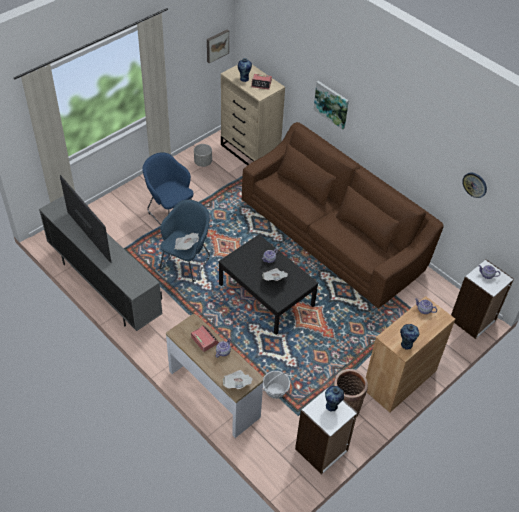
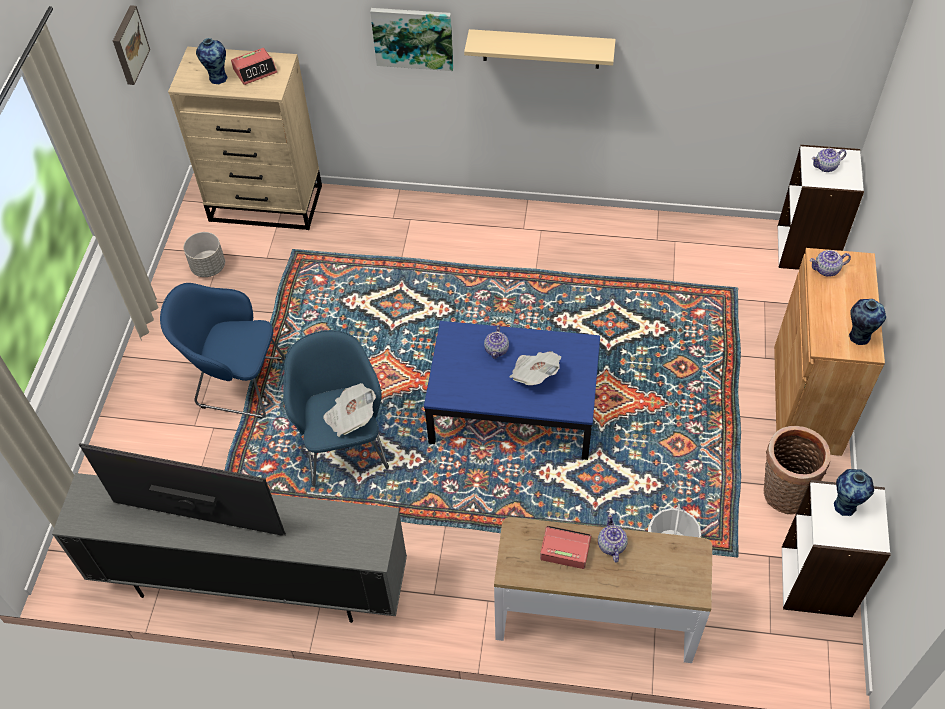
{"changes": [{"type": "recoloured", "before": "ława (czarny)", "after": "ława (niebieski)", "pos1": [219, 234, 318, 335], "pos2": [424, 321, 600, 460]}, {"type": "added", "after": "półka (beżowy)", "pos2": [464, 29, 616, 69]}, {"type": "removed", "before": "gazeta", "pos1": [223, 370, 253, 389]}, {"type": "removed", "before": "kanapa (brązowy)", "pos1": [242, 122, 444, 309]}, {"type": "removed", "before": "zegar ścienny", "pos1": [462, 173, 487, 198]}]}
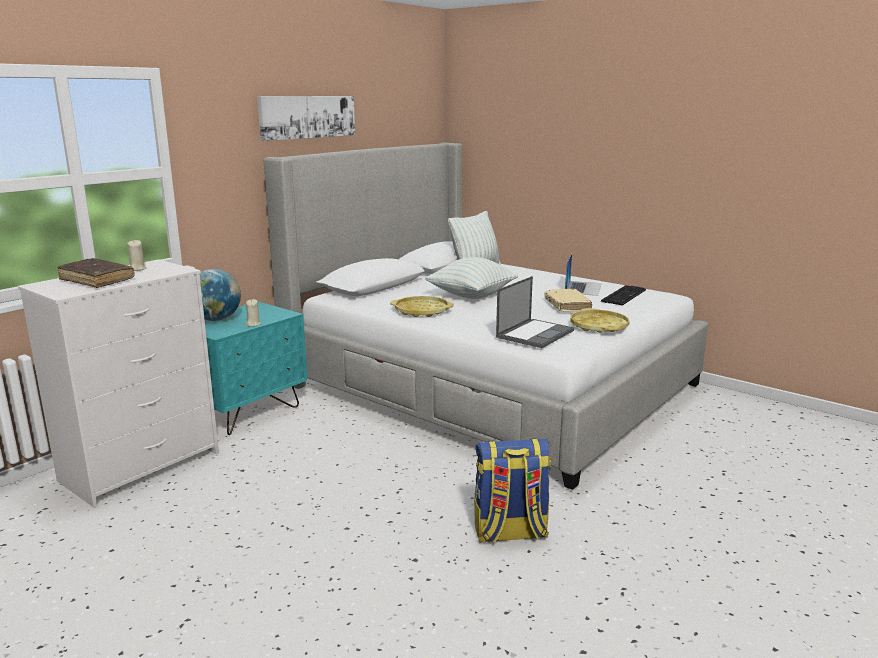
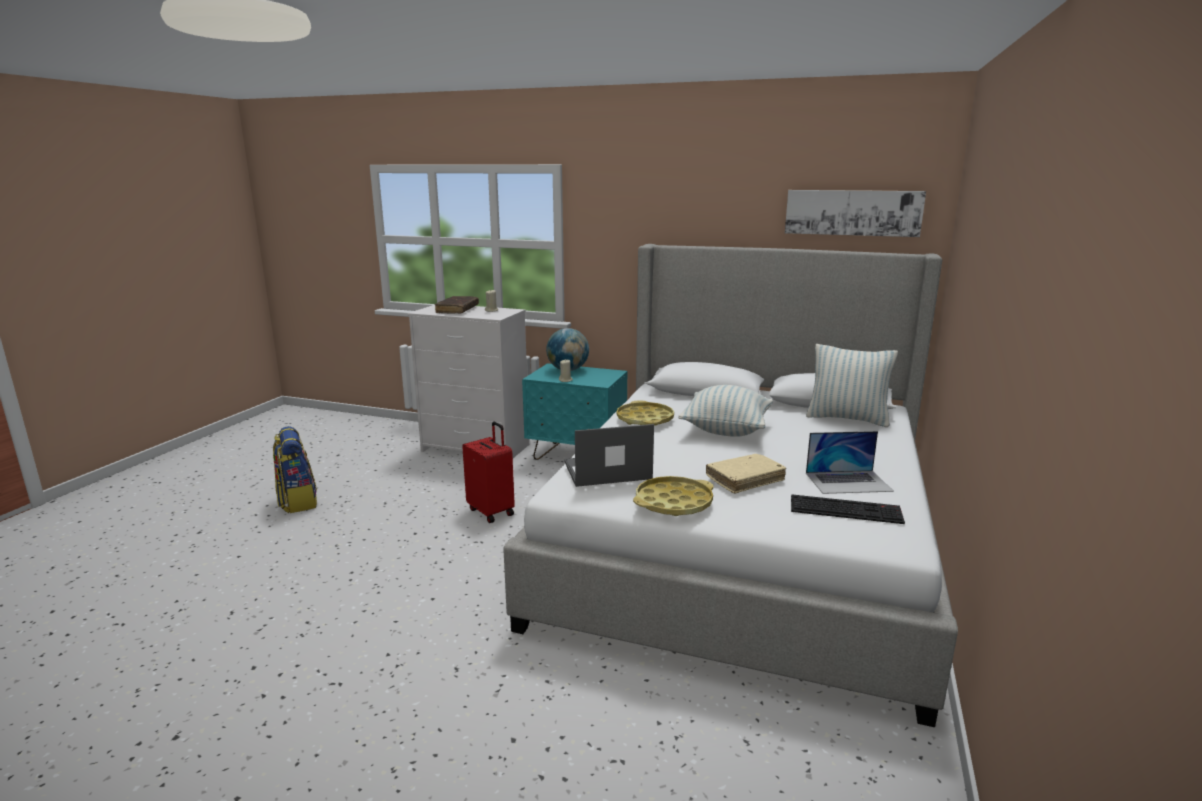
{"changes": [{"type": "moved", "before": "plecak", "pos1": [474, 438, 551, 543], "pos2": [273, 426, 317, 513]}, {"type": "added", "after": "walizka (czerwony)", "pos2": [462, 422, 515, 523]}, {"type": "turned", "before": "laptop", "pos1": [496, 276, 574, 348], "pos2": [565, 424, 654, 487], "turn": 150}, {"type": "moved", "before": "obraz", "pos1": [257, 96, 355, 141], "pos2": [785, 190, 926, 237]}]}
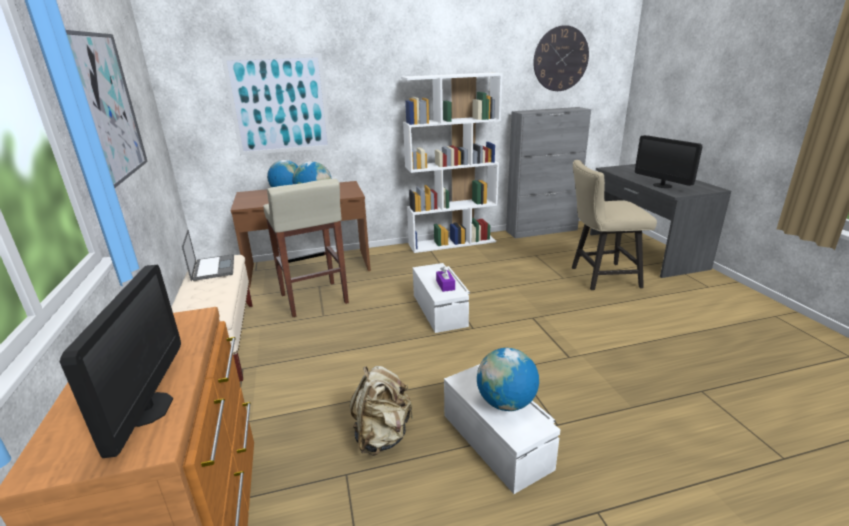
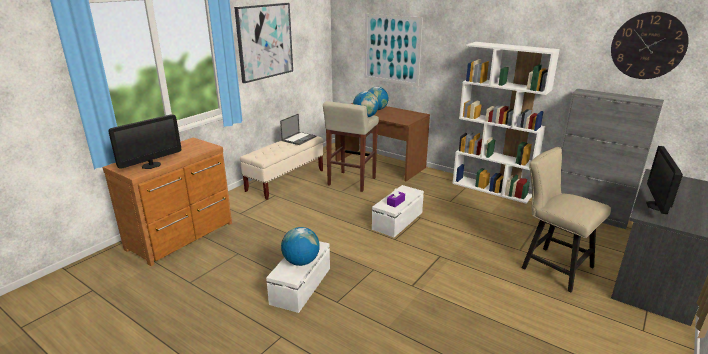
{"changes": [{"type": "removed", "before": "plecak (beżowy)", "pos1": [350, 366, 413, 456]}]}
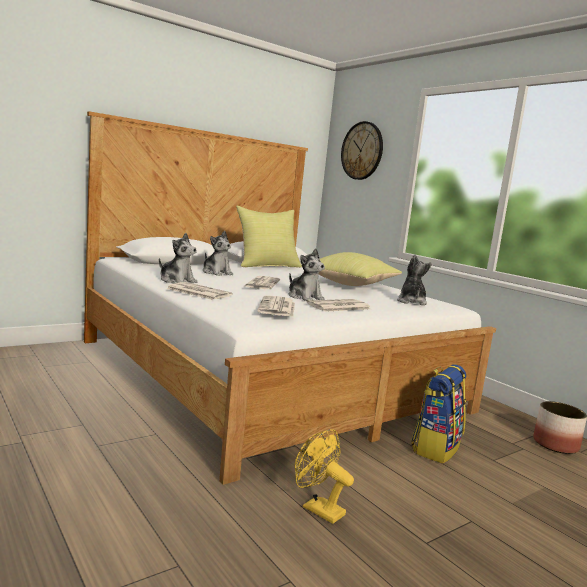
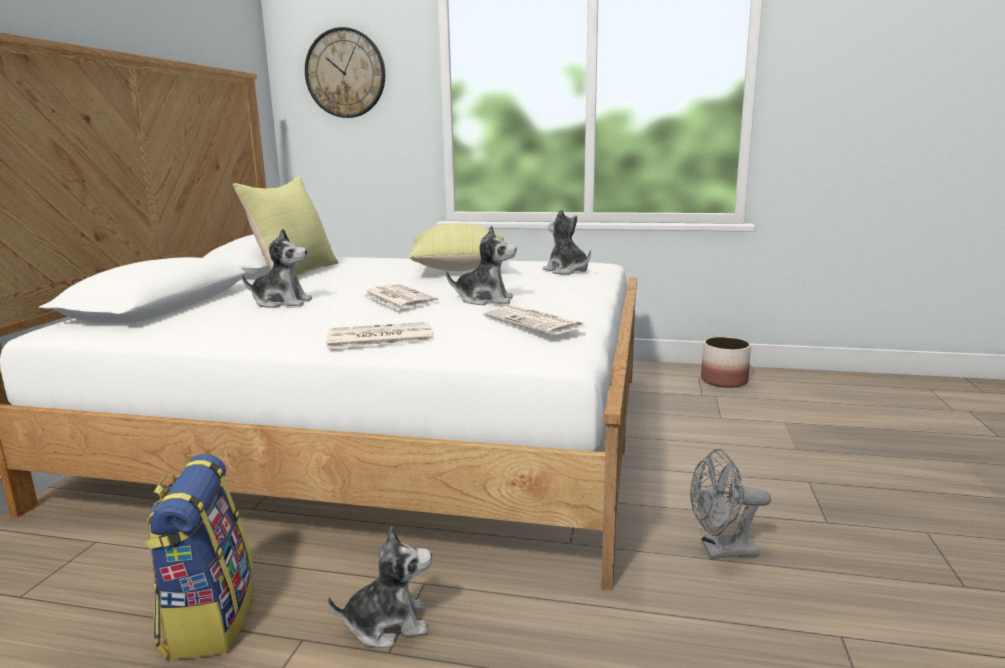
{"changes": [{"type": "moved", "before": "plecak", "pos1": [411, 365, 466, 464], "pos2": [144, 454, 253, 660]}, {"type": "moved", "before": "pluszak", "pos1": [159, 233, 198, 283], "pos2": [327, 526, 432, 648]}, {"type": "recoloured", "before": "wentylator (żółty)", "after": "wentylator (szary)", "pos1": [295, 429, 354, 524], "pos2": [690, 449, 771, 558]}, {"type": "removed", "before": "gazeta", "pos1": [306, 299, 371, 312]}]}
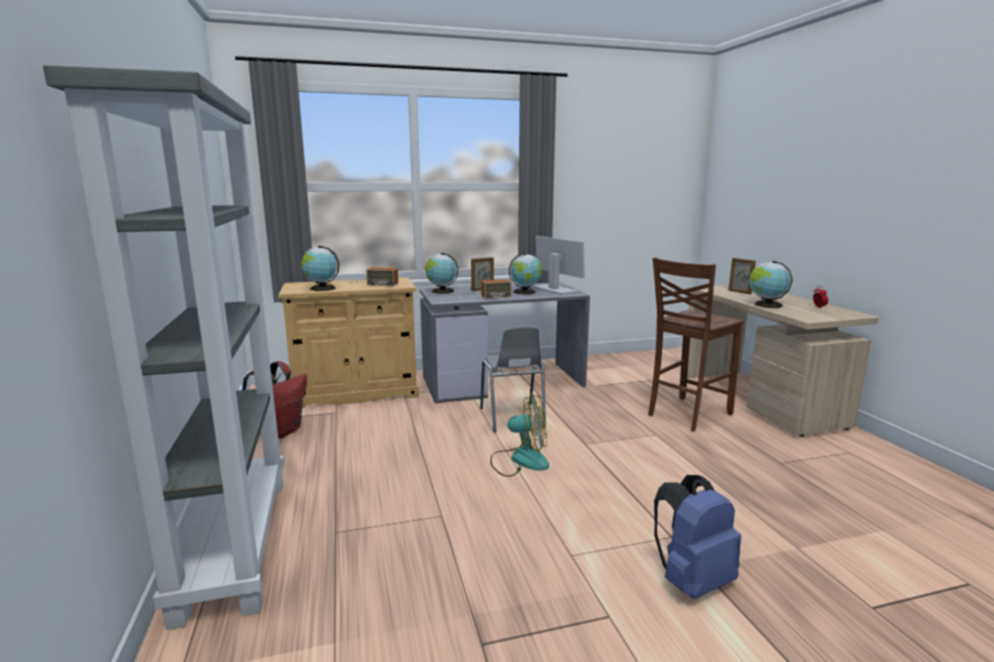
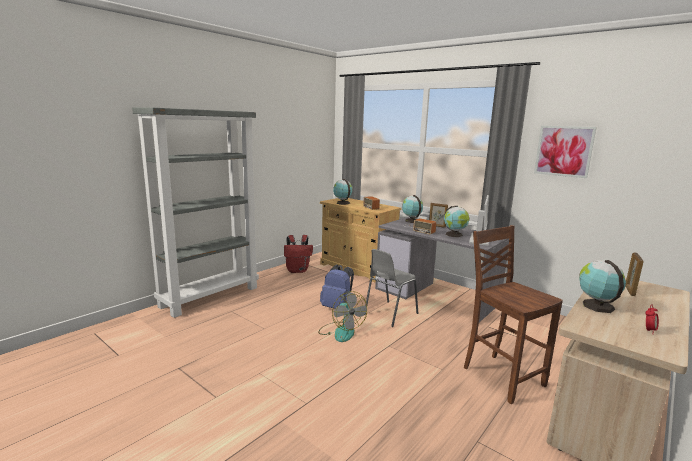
{"changes": [{"type": "moved", "before": "plecak (niebieski)", "pos1": [654, 475, 741, 599], "pos2": [320, 265, 354, 309]}, {"type": "turned", "before": "krzesło (brązowy)", "pos1": [648, 257, 744, 432], "pos2": [464, 225, 563, 404], "turn": 45}, {"type": "added", "after": "obraz", "pos2": [534, 126, 597, 178]}]}
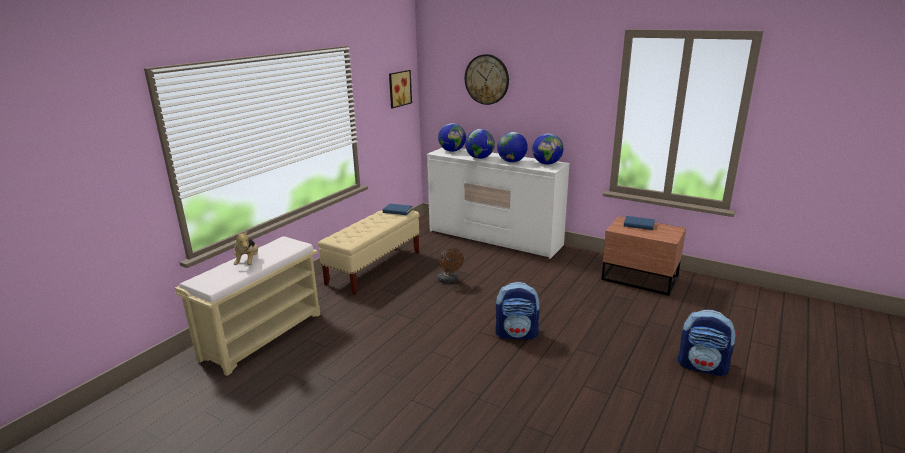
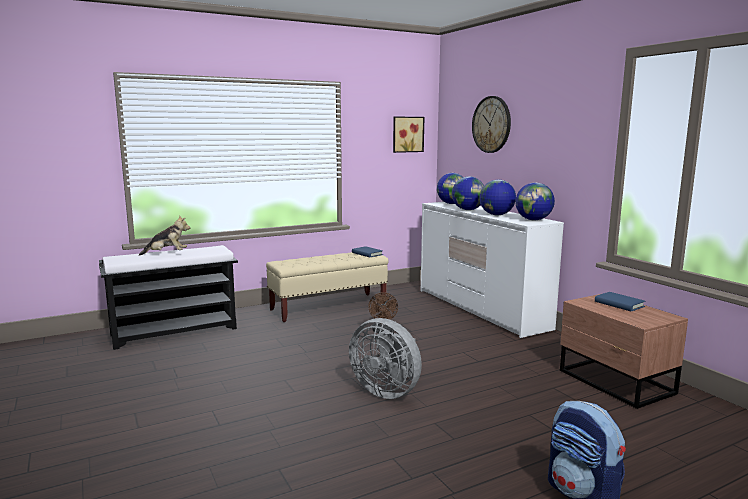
{"changes": [{"type": "recoloured", "before": "ławka (beżowy)", "after": "ławka (czarny)", "pos1": [175, 236, 321, 376], "pos2": [99, 245, 238, 350]}, {"type": "turned", "before": "pluszak", "pos1": [234, 230, 258, 265], "pos2": [139, 215, 190, 256], "turn": -120}, {"type": "replaced", "before": "plecak", "after": "wentylator (szary)", "pos1": [495, 282, 541, 340], "pos2": [349, 318, 422, 399]}]}
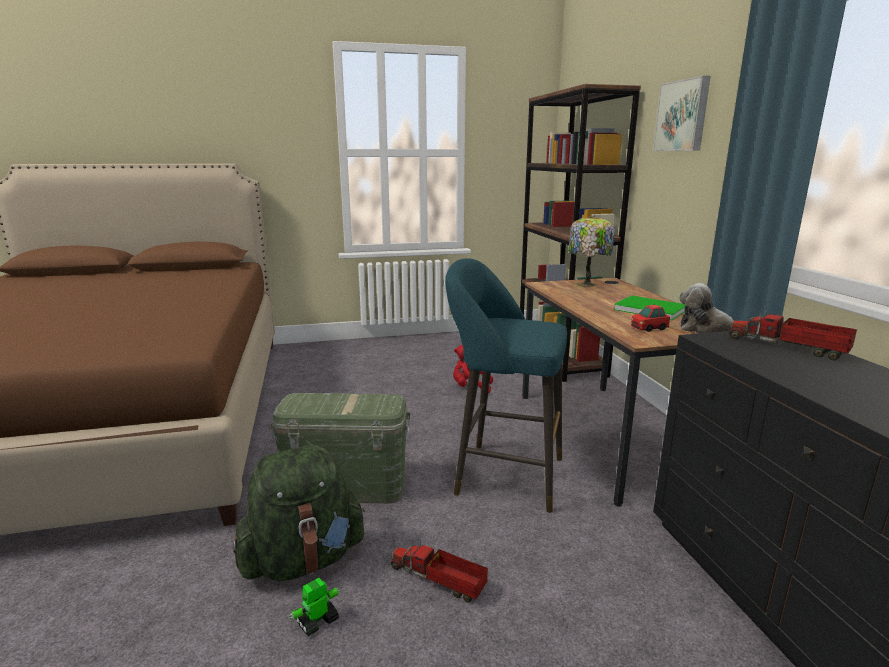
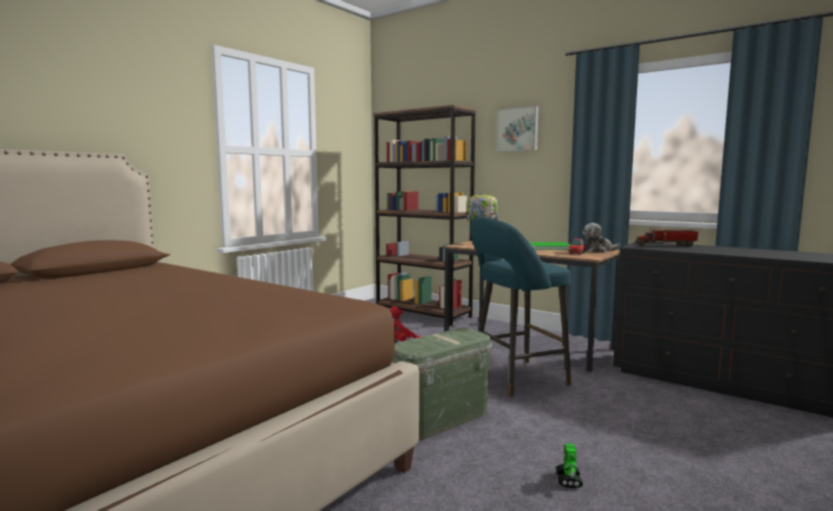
{"changes": [{"type": "removed", "before": "plecak (zielony)", "pos1": [233, 445, 365, 581]}, {"type": "removed", "before": "ciężarówka zabawkowa", "pos1": [391, 539, 488, 603]}]}
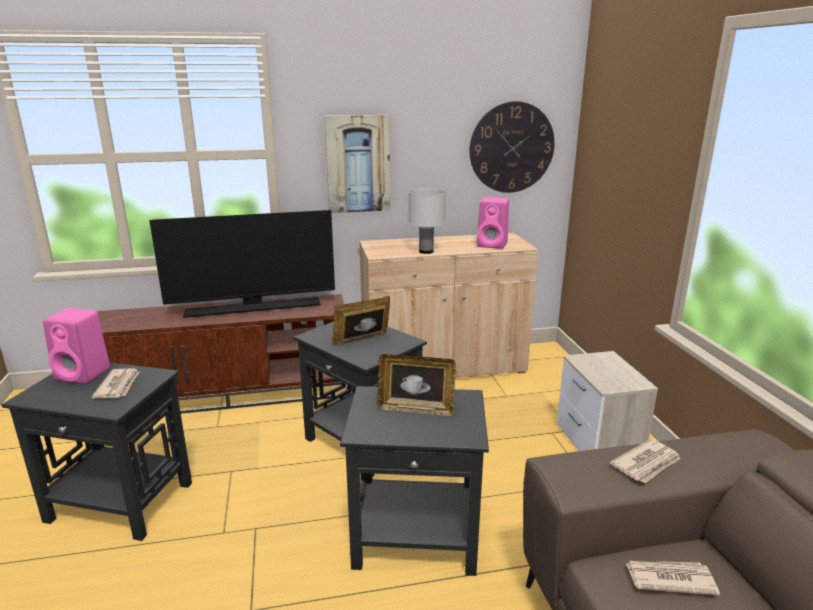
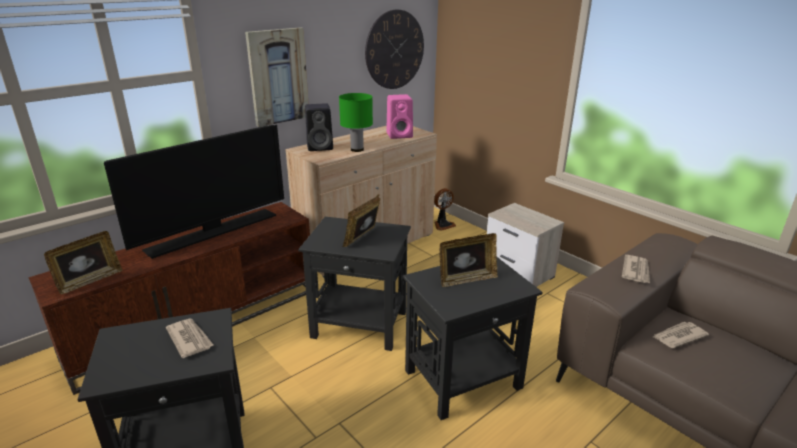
{"changes": [{"type": "added", "after": "ramka na zdjęcie", "pos2": [44, 231, 122, 294]}, {"type": "added", "after": "głośnik (czarny)", "pos2": [305, 103, 333, 151]}, {"type": "recoloured", "before": "lampa stołowa (biały)", "after": "lampa stołowa (zielony)", "pos1": [408, 188, 446, 254], "pos2": [339, 93, 373, 152]}, {"type": "added", "after": "wentylator", "pos2": [434, 188, 456, 231]}, {"type": "removed", "before": "głośnik (różowy)", "pos1": [43, 308, 110, 384]}]}
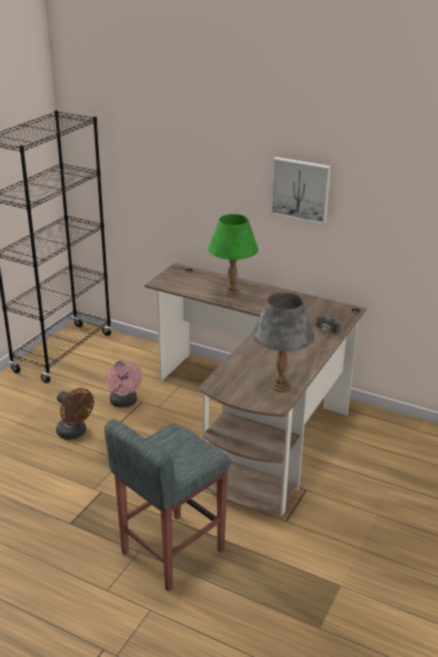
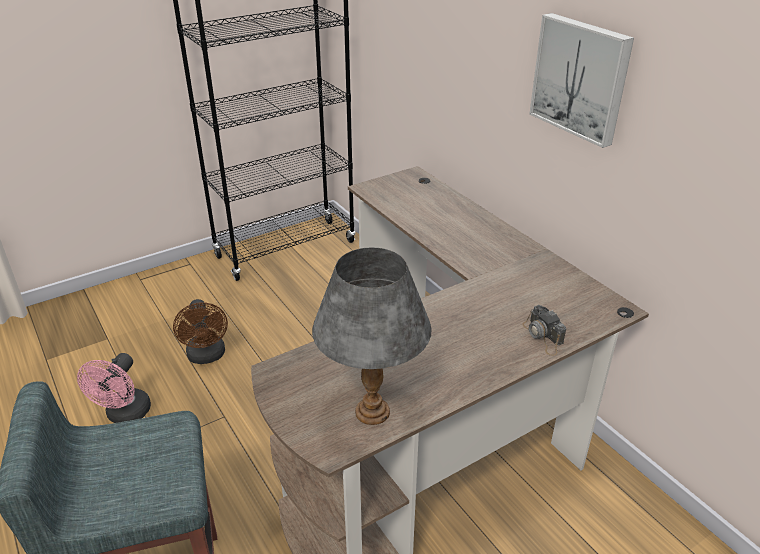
{"changes": [{"type": "moved", "before": "wentylator (różowy)", "pos1": [106, 361, 143, 408], "pos2": [77, 353, 151, 423]}, {"type": "removed", "before": "lampa stołowa (zielony)", "pos1": [208, 214, 258, 297]}]}
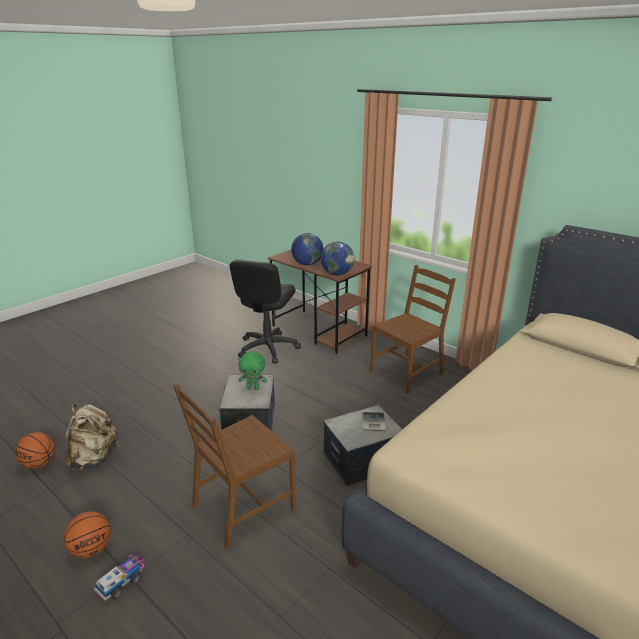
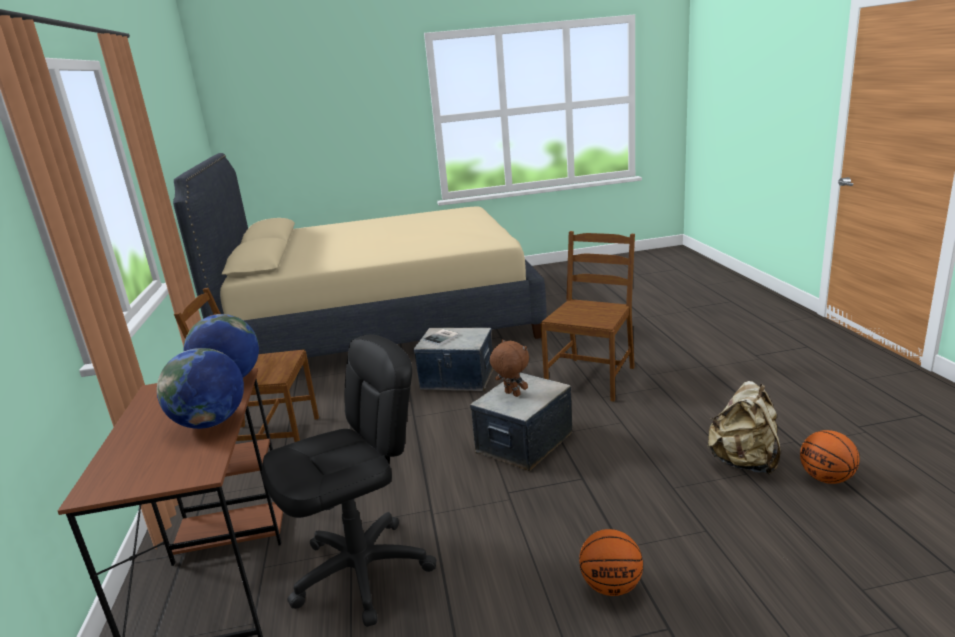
{"changes": [{"type": "recoloured", "before": "pluszak (zielony)", "after": "pluszak (brązowy)", "pos1": [238, 351, 267, 390], "pos2": [490, 339, 529, 397]}, {"type": "turned", "before": "krzesło (brązowy)", "pos1": [173, 384, 296, 549], "pos2": [541, 231, 635, 402], "turn": -60}, {"type": "moved", "before": "piłka do koszykówki", "pos1": [64, 511, 111, 558], "pos2": [579, 529, 643, 596]}, {"type": "removed", "before": "ciężarówka zabawkowa", "pos1": [94, 554, 145, 601]}]}
